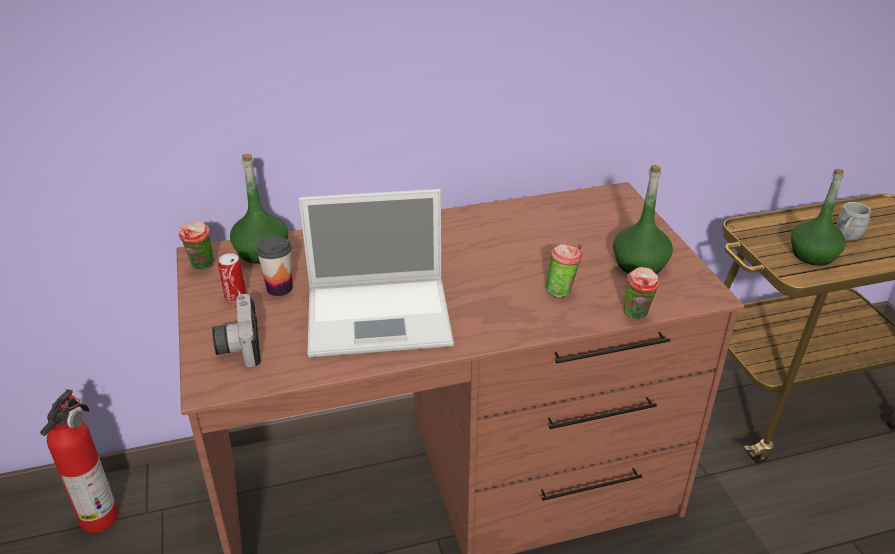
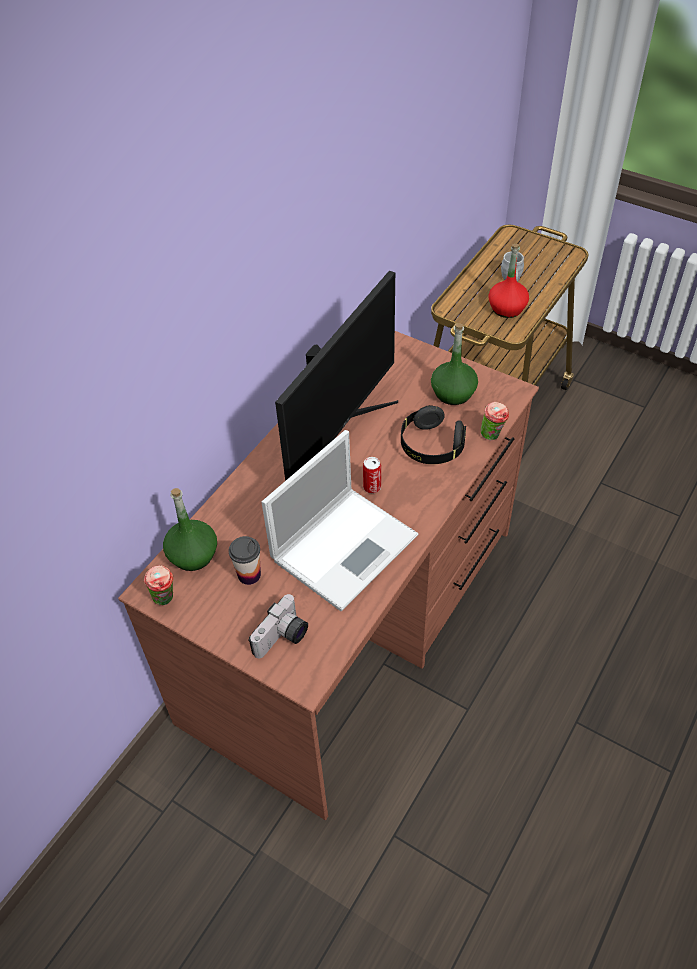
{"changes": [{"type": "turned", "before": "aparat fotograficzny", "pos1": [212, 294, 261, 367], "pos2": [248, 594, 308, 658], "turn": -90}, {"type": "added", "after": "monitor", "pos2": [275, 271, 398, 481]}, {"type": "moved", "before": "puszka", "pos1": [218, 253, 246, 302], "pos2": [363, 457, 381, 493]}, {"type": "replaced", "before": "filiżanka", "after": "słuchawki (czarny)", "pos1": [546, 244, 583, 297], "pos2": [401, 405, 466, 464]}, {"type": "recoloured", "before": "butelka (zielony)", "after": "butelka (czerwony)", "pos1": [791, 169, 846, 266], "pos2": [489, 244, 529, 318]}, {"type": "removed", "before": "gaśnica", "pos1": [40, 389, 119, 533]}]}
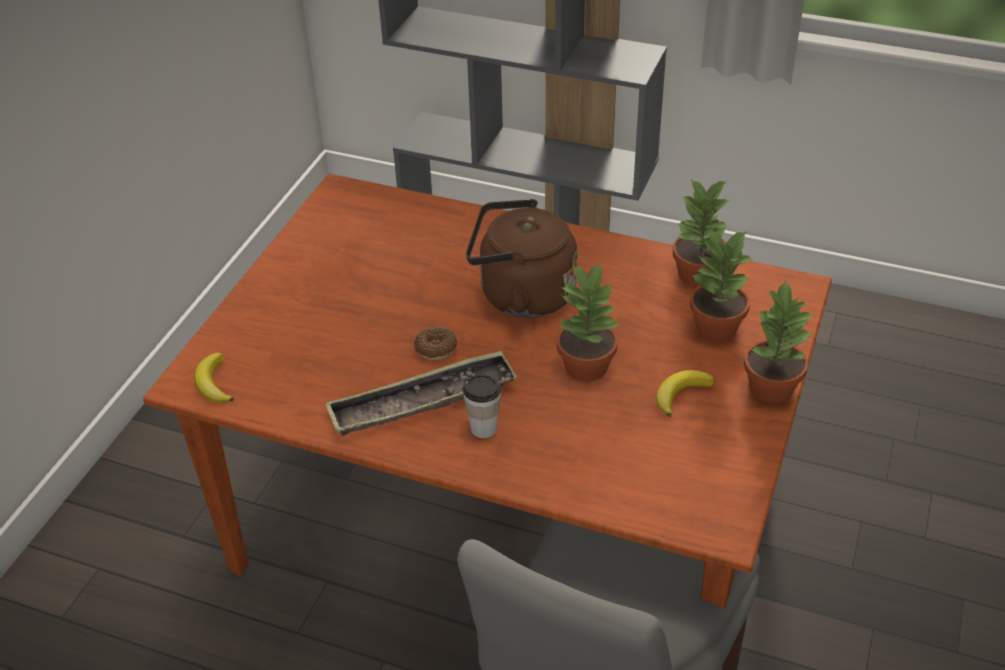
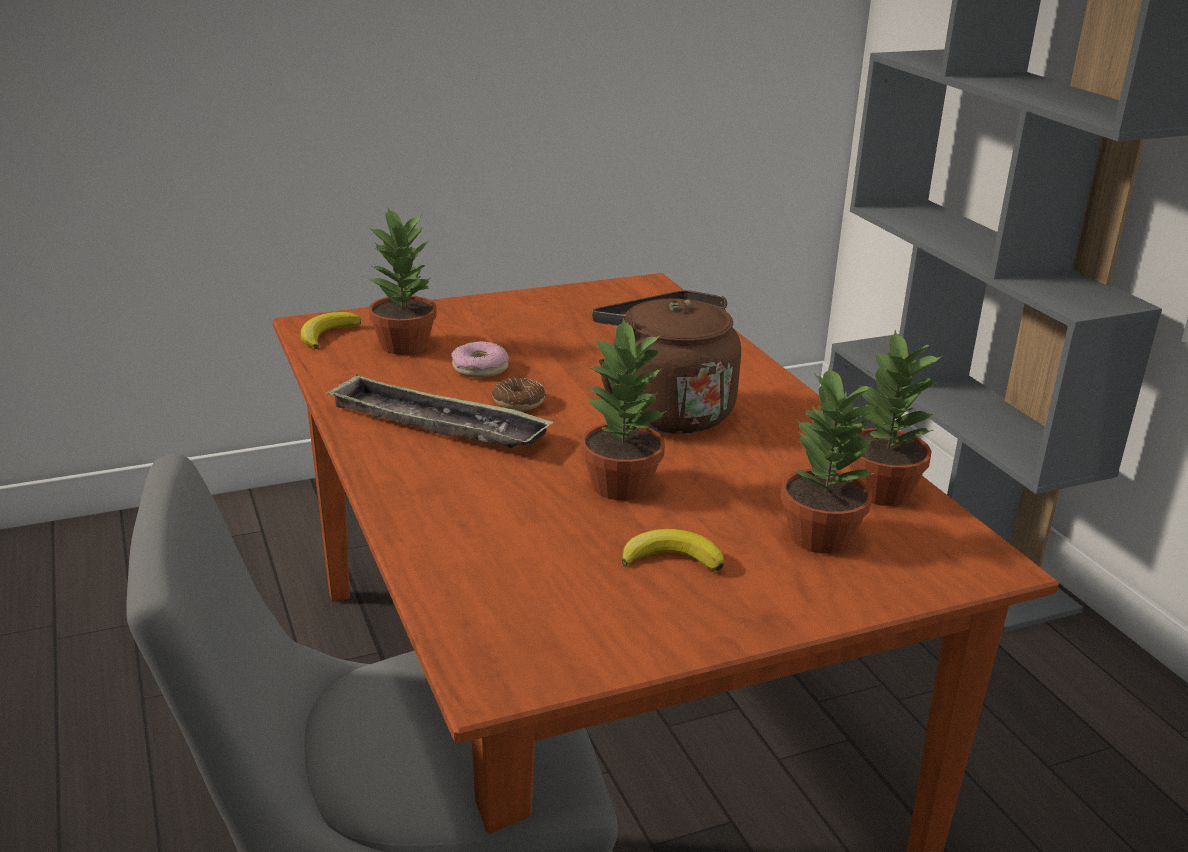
{"changes": [{"type": "moved", "before": "roślina doniczkowa", "pos1": [744, 280, 815, 403], "pos2": [367, 208, 437, 355]}, {"type": "added", "after": "donut", "pos2": [451, 341, 509, 378]}, {"type": "removed", "before": "filiżanka", "pos1": [463, 374, 501, 438]}]}
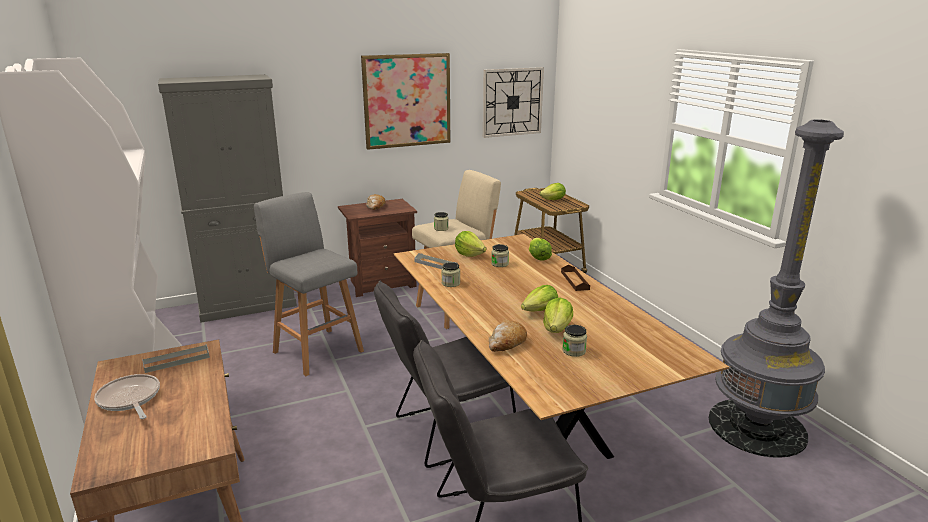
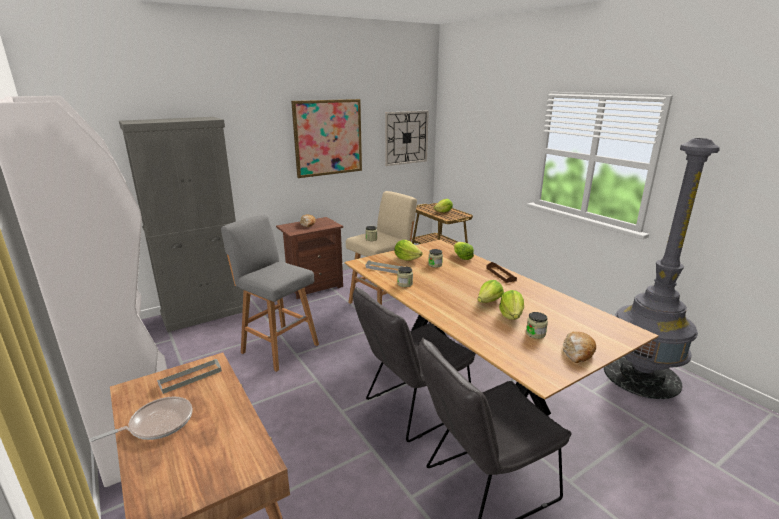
{"changes": [{"type": "turned", "before": "patelnia", "pos1": [94, 374, 160, 419], "pos2": [89, 397, 192, 442], "turn": 105}, {"type": "moved", "before": "chleb", "pos1": [489, 320, 527, 352], "pos2": [563, 332, 596, 363]}]}
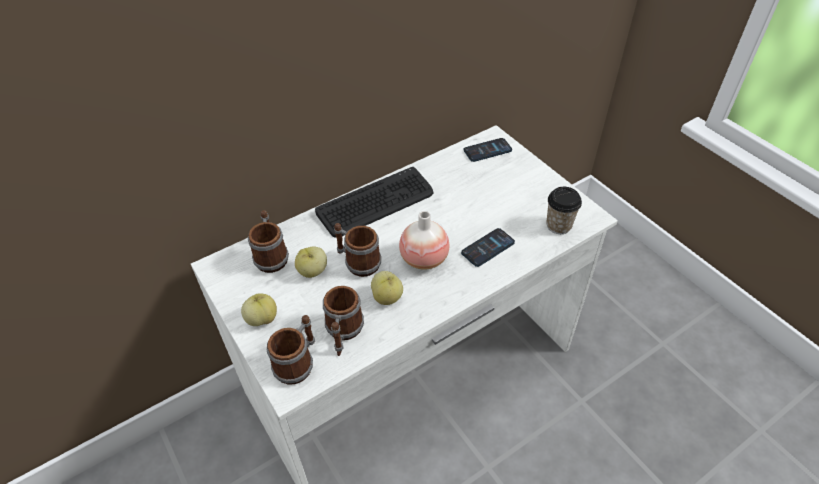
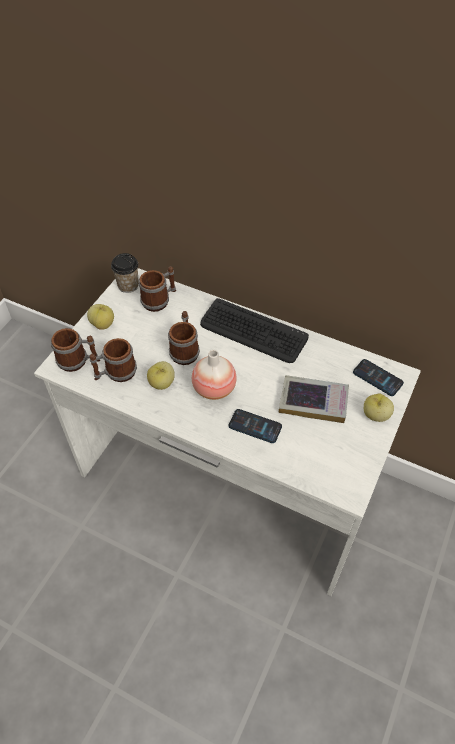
{"changes": [{"type": "moved", "before": "filiżanka", "pos1": [546, 187, 582, 234], "pos2": [111, 253, 139, 293]}, {"type": "added", "after": "książka", "pos2": [279, 375, 349, 423]}, {"type": "moved", "before": "jabłko", "pos1": [295, 247, 327, 278], "pos2": [364, 394, 394, 422]}]}
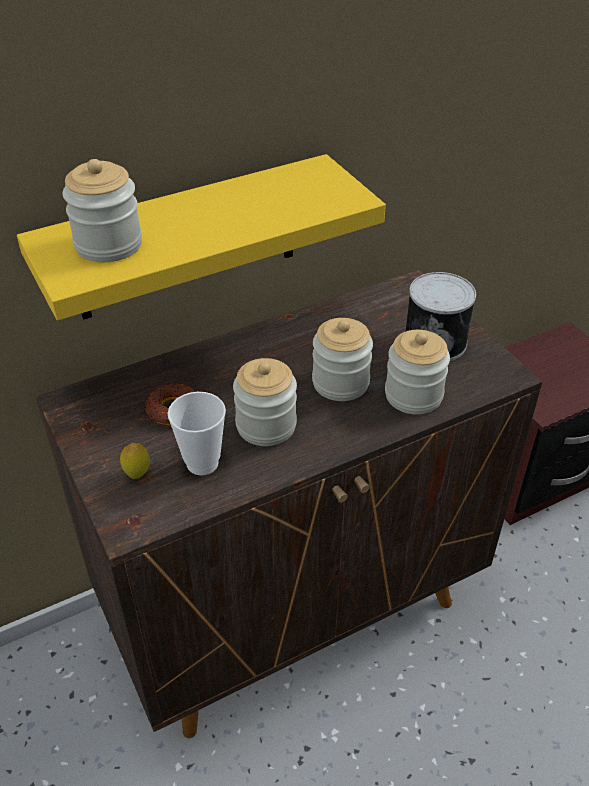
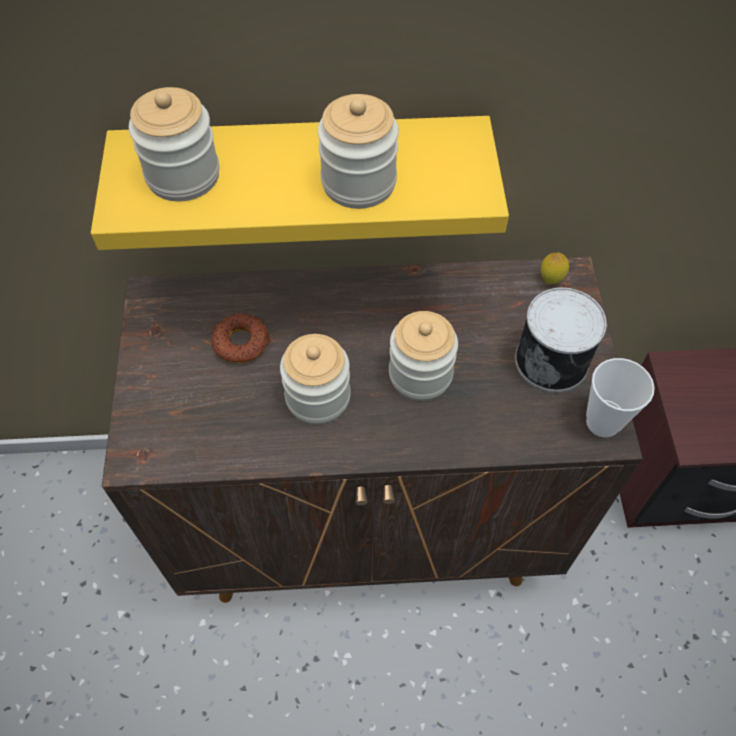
{"changes": [{"type": "moved", "before": "słoik", "pos1": [385, 330, 450, 414], "pos2": [318, 94, 399, 209]}, {"type": "moved", "before": "cytryna", "pos1": [120, 443, 150, 479], "pos2": [541, 252, 569, 285]}, {"type": "moved", "before": "filiżanka", "pos1": [168, 392, 226, 475], "pos2": [586, 358, 655, 437]}]}
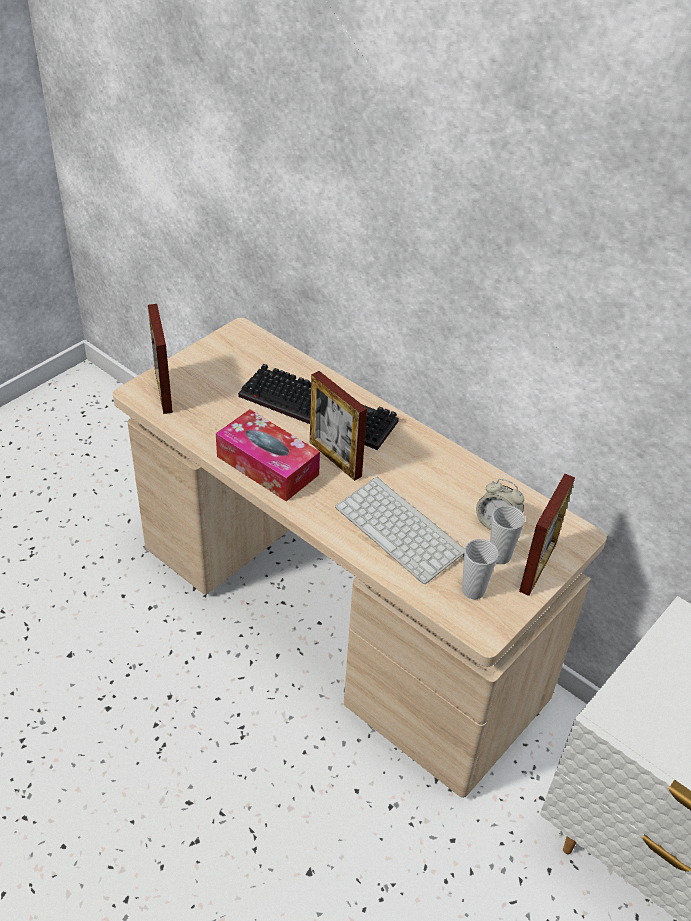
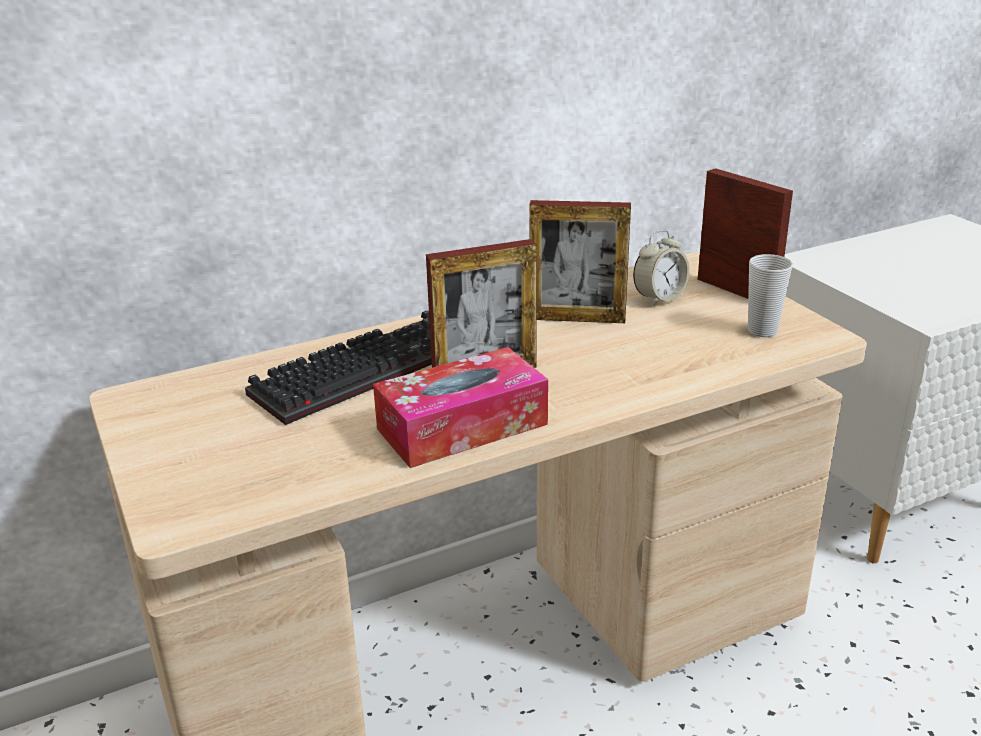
{"changes": [{"type": "moved", "before": "ramka na zdjęcie", "pos1": [148, 304, 173, 414], "pos2": [529, 200, 631, 323]}, {"type": "removed", "before": "klawiatura", "pos1": [335, 477, 465, 584]}, {"type": "removed", "before": "filiżanka", "pos1": [490, 505, 525, 564]}]}
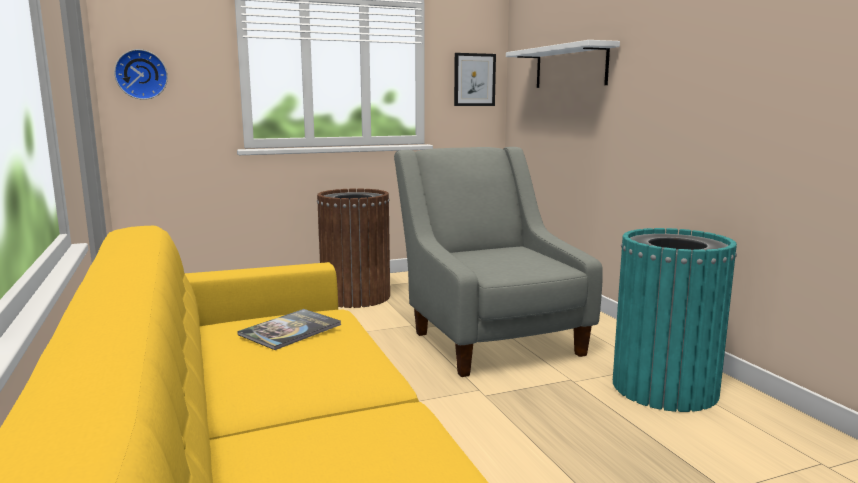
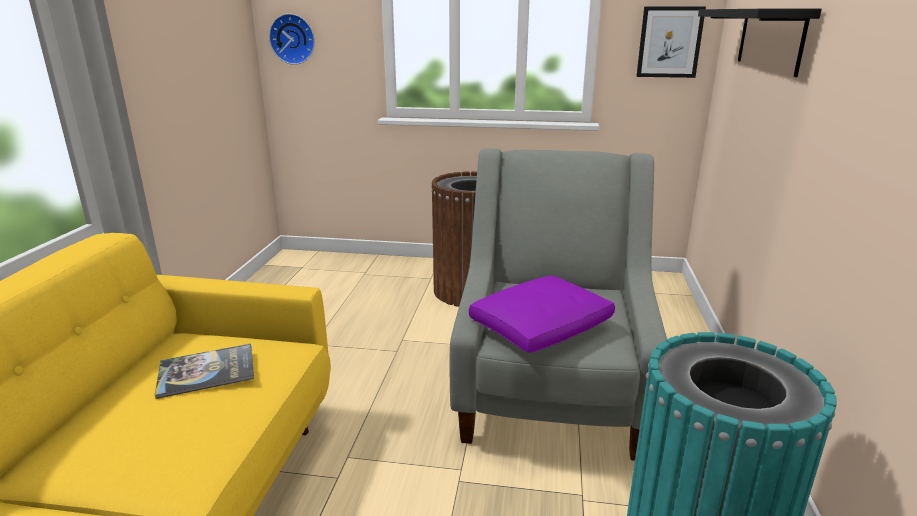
{"changes": [{"type": "added", "after": "poduszka (fioletowy)", "pos2": [469, 276, 615, 353]}, {"type": "recoloured", "before": "półka (biały)", "after": "półka (czarny)", "pos1": [506, 40, 620, 88], "pos2": [698, 9, 822, 77]}]}
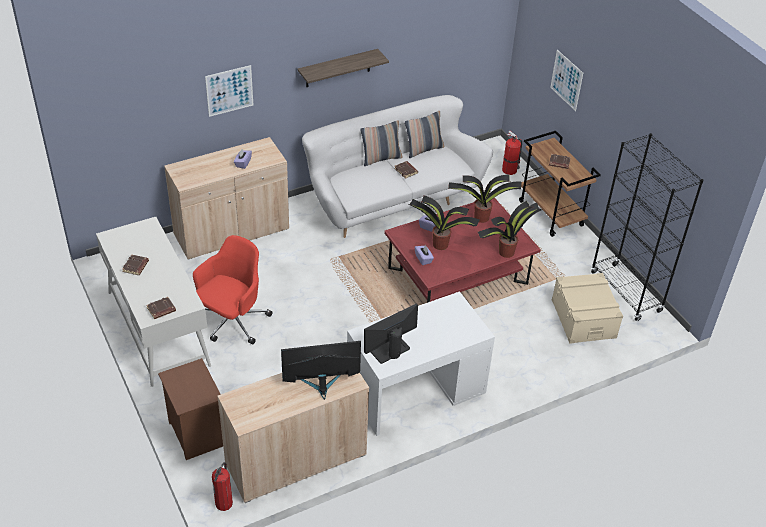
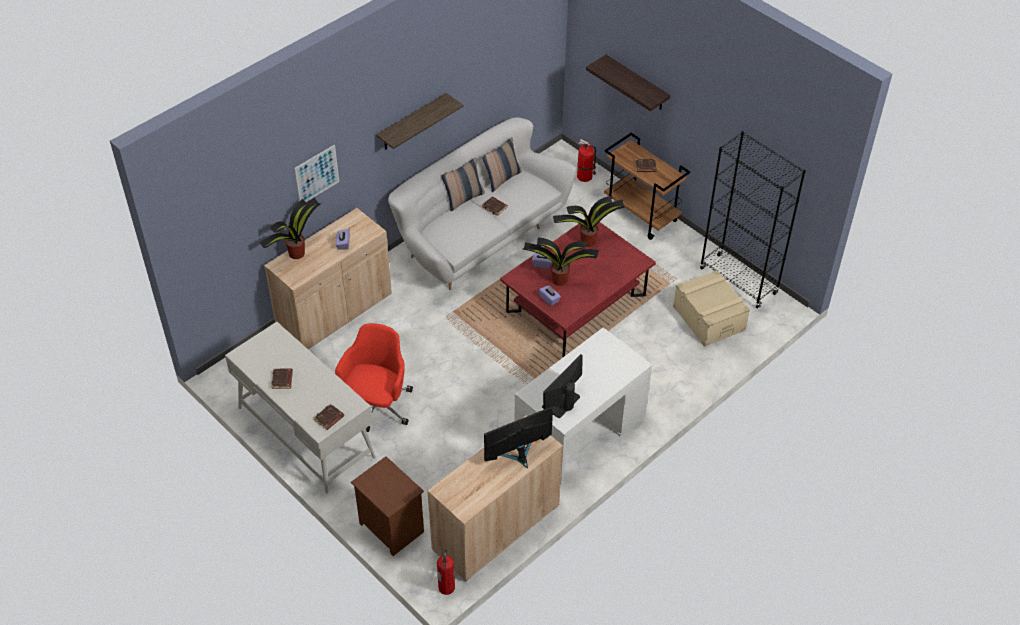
{"changes": [{"type": "moved", "before": "roślina doniczkowa", "pos1": [478, 201, 542, 258], "pos2": [259, 197, 321, 259]}, {"type": "replaced", "before": "obraz", "after": "półka", "pos1": [550, 50, 583, 111], "pos2": [586, 55, 670, 111]}]}
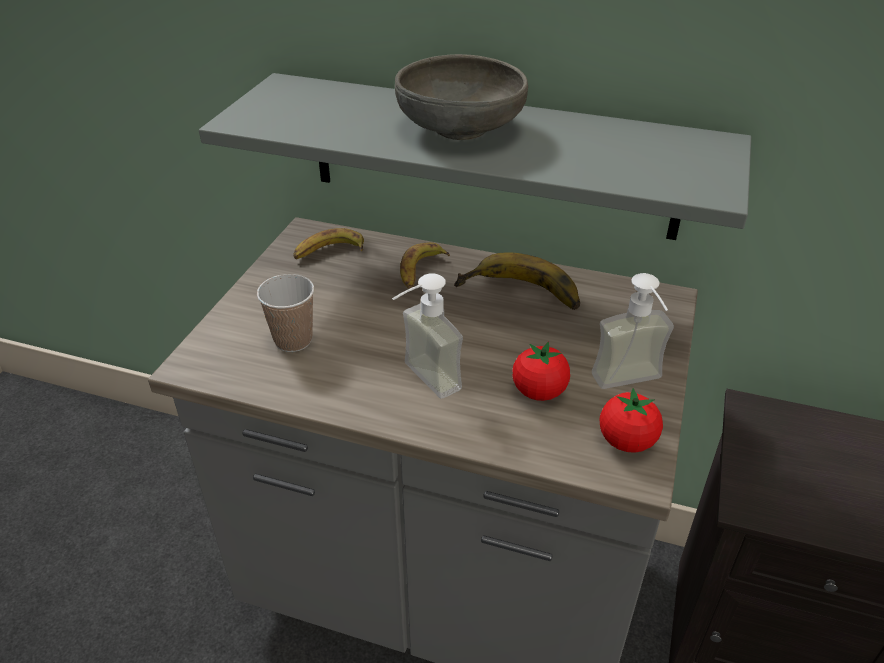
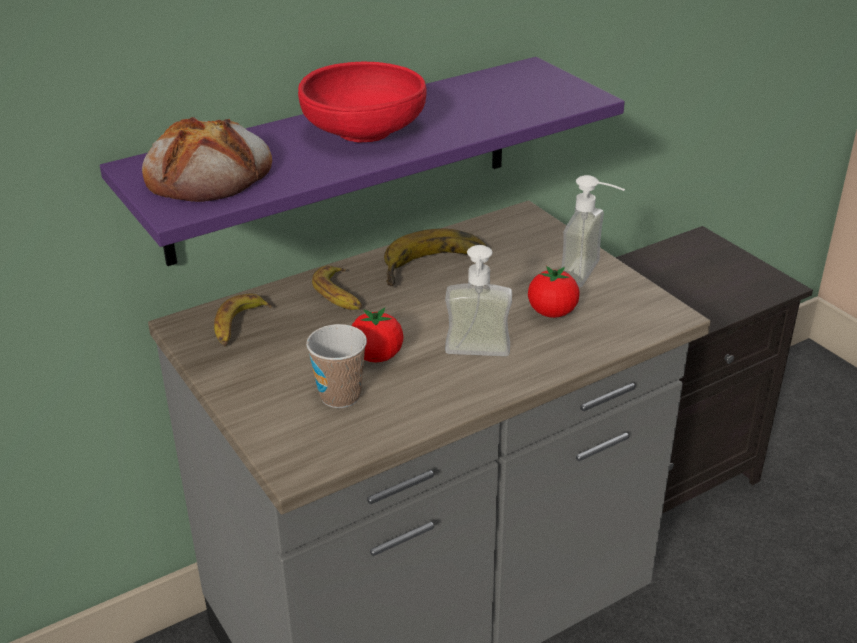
{"changes": [{"type": "recoloured", "before": "półka (szary)", "after": "półka (fioletowy)", "pos1": [199, 73, 751, 240], "pos2": [100, 57, 625, 266]}, {"type": "added", "after": "chleb", "pos2": [142, 117, 272, 202]}, {"type": "recoloured", "before": "miska (szary)", "after": "miska (czerwony)", "pos1": [395, 54, 528, 140], "pos2": [298, 62, 427, 143]}, {"type": "moved", "before": "pomidor", "pos1": [600, 388, 663, 453], "pos2": [352, 307, 403, 362]}]}
